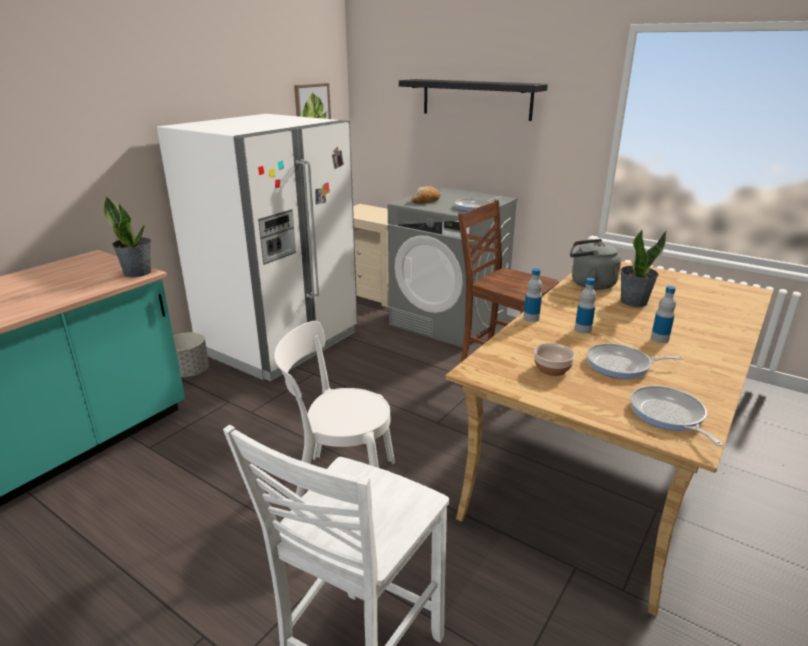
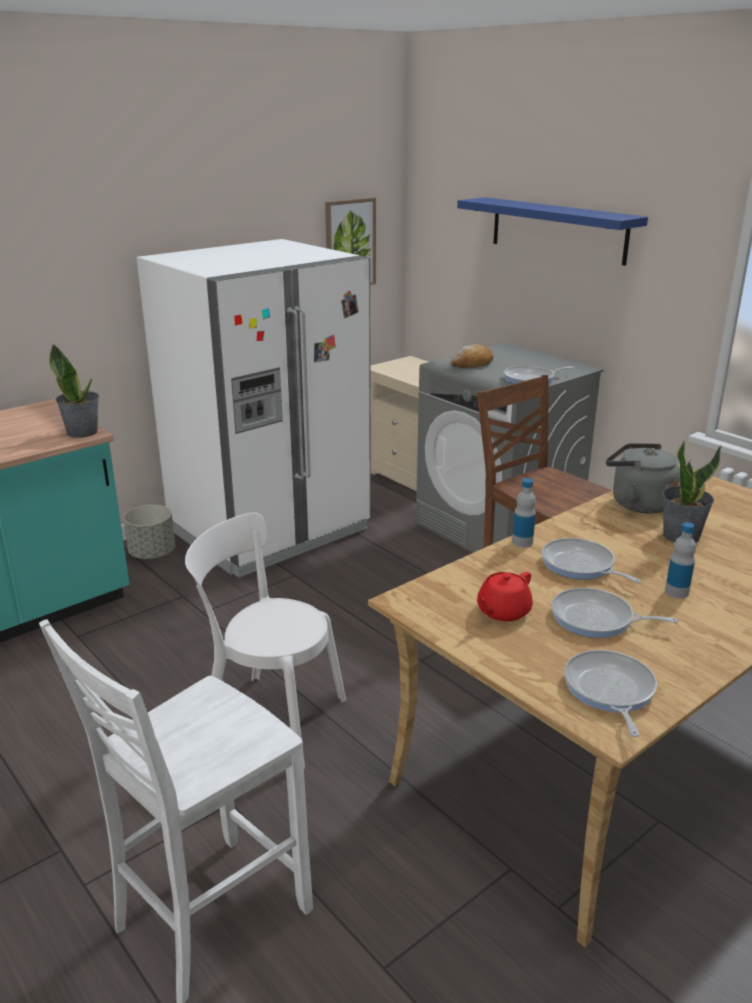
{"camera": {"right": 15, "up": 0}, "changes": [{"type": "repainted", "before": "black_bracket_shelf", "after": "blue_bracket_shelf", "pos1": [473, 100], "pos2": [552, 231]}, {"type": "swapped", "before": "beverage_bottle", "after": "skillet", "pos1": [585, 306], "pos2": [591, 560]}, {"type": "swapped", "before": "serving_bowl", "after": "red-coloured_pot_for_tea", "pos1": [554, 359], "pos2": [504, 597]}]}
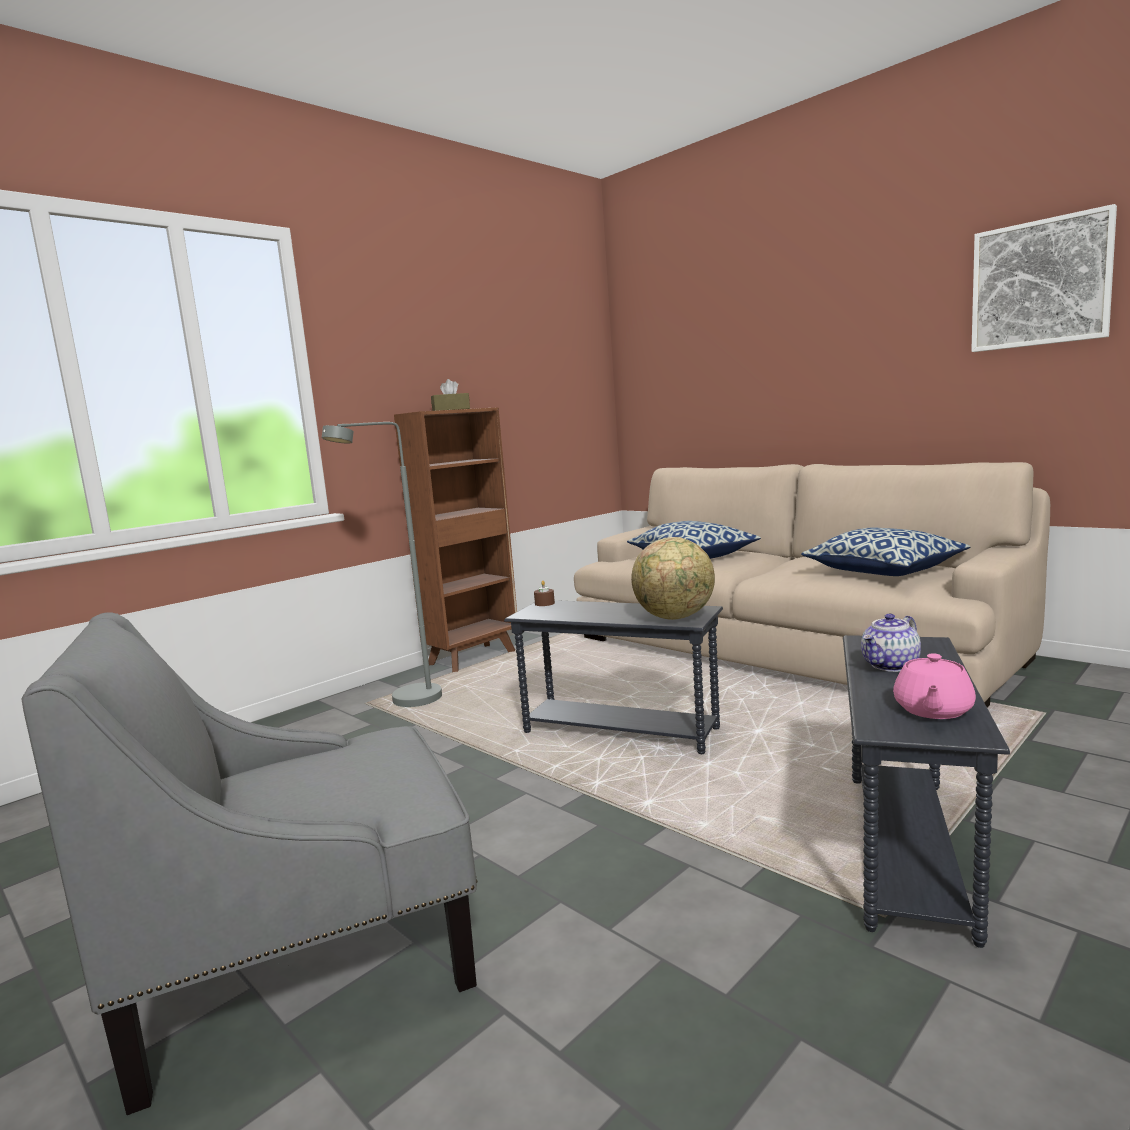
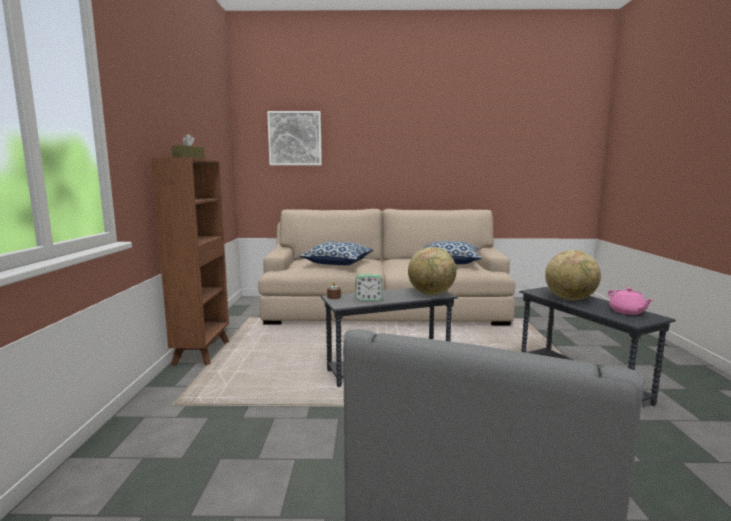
{"camera": {"right": -45, "up": 0}, "changes": [{"type": "shifted", "before": "picture", "pos1": [1044, 278], "pos2": [294, 138]}, {"type": "gone", "before": "greyish_standard_lamp", "pos1": [382, 564]}, {"type": "swapped", "before": "pot_for_tea", "after": "desk_globe", "pos1": [891, 642], "pos2": [573, 275]}, {"type": "new", "after": "bedside_clock", "pos2": [369, 287]}]}
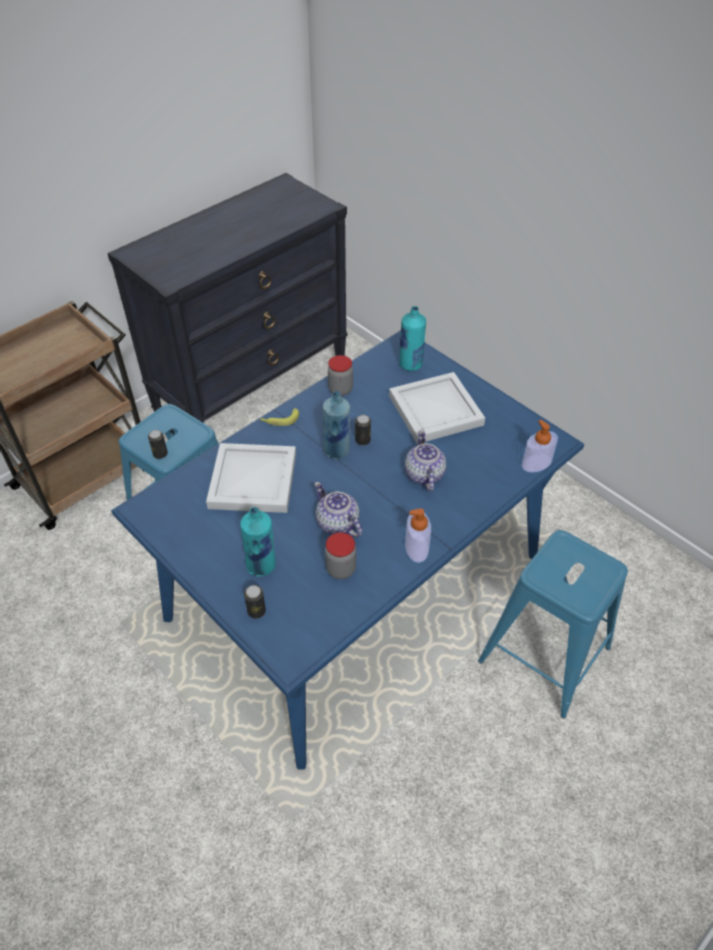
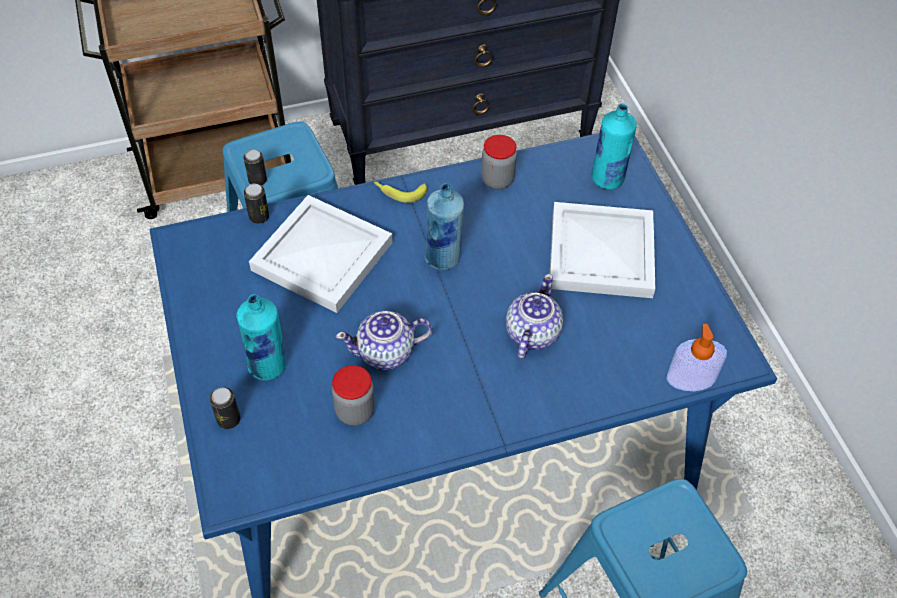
{"camera": {"right": 25, "up": 5}, "changes": [{"type": "shifted", "before": "can", "pos1": [363, 430], "pos2": [256, 204]}, {"type": "rotated", "before": "pot_for_tea", "pos1": [338, 509], "pos2": [383, 340], "turn": -90}, {"type": "gone", "before": "soap_bottle", "pos1": [418, 536]}]}
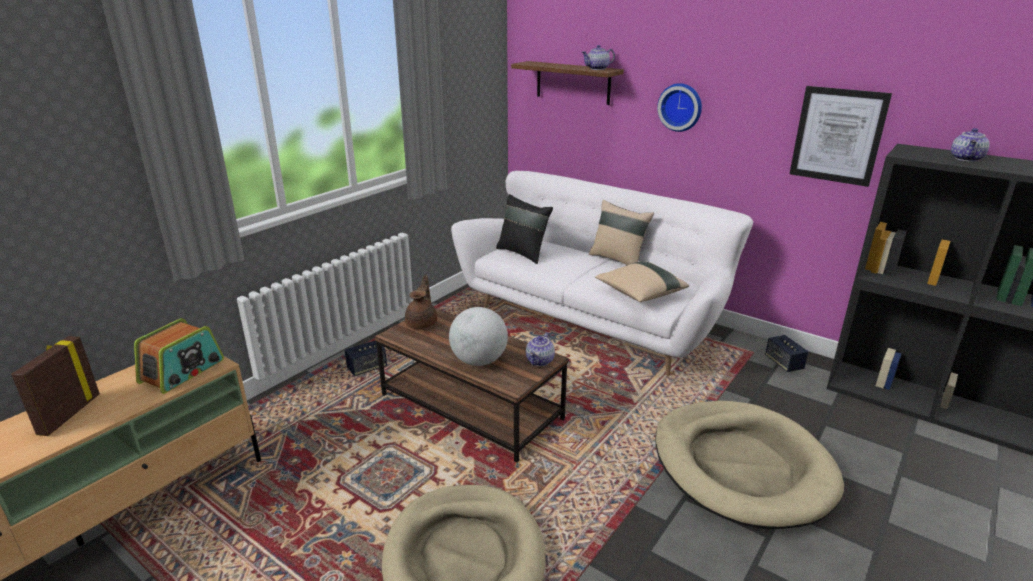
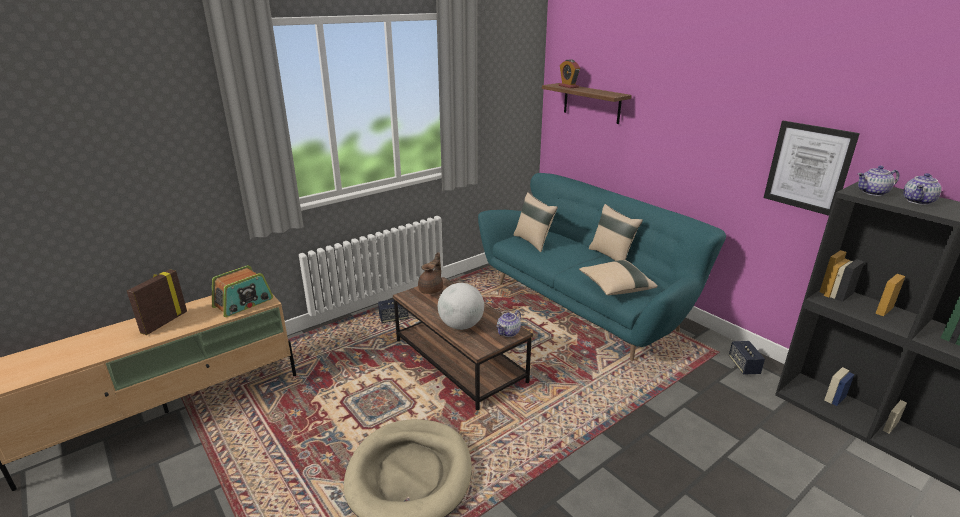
{"camera": {"right": 15, "up": 0}, "changes": [{"type": "shifted", "before": "pot_for_tea", "pos1": [598, 57], "pos2": [878, 181]}, {"type": "gone", "before": "hanging_clock", "pos1": [679, 107]}, {"type": "repainted", "before": "whitish_couch", "after": "blue-green_couch", "pos1": [602, 273], "pos2": [602, 267]}, {"type": "repainted", "before": "black_pillow", "after": "beige_pillow", "pos1": [524, 229], "pos2": [536, 222]}, {"type": "gone", "before": "beige_dog_bed", "pos1": [749, 465]}, {"type": "new", "after": "bedside_clock", "pos2": [569, 73]}]}
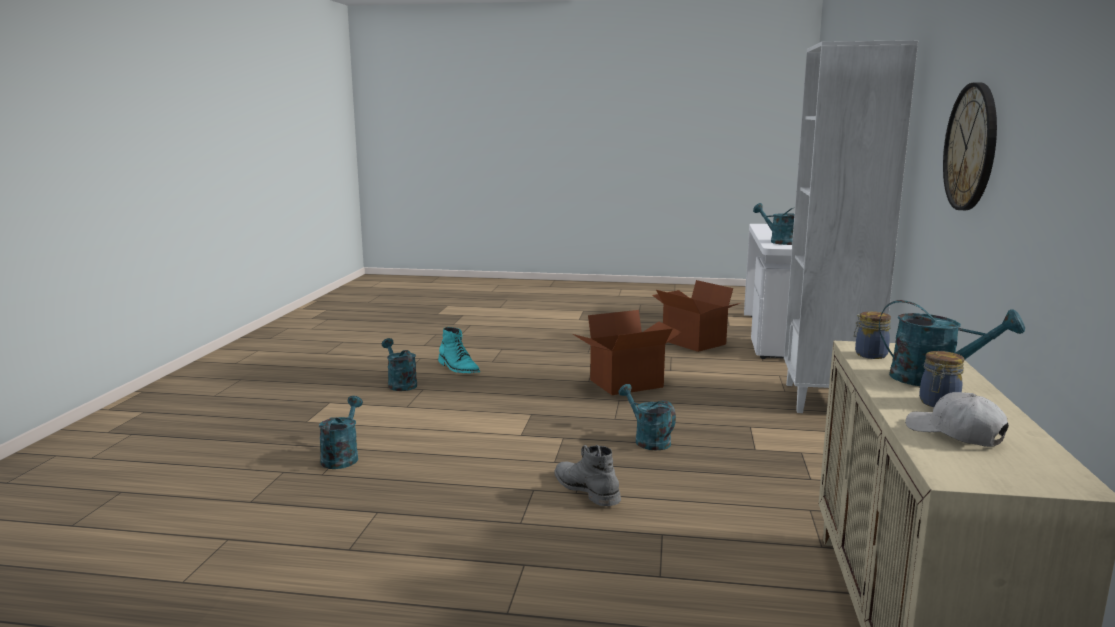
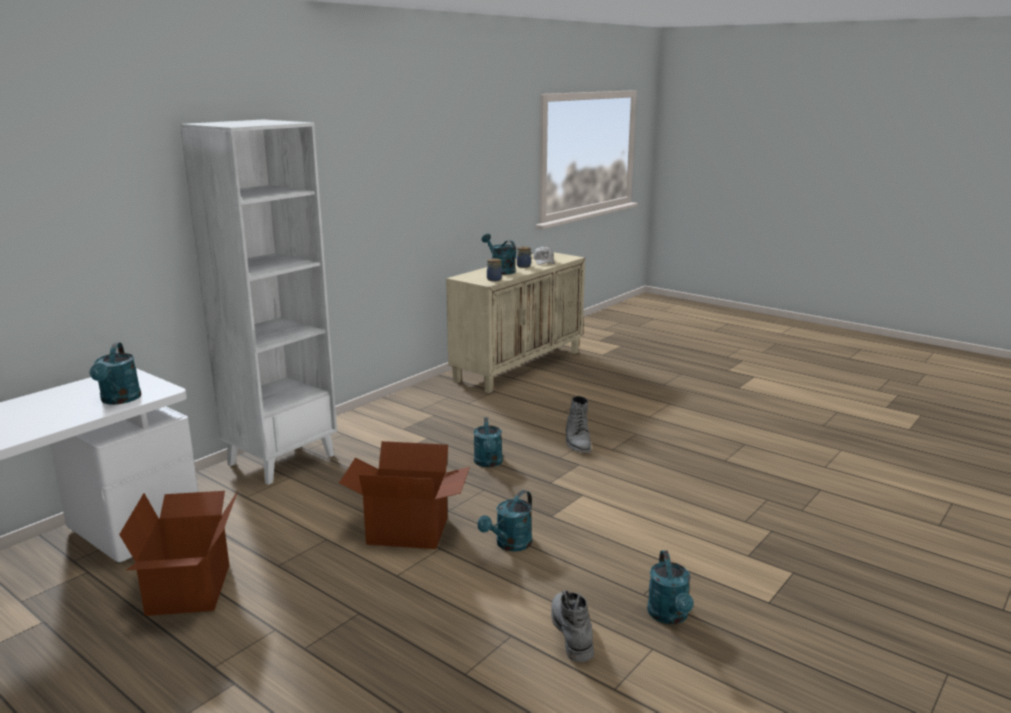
{"camera": {"right": -150, "up": 5}, "changes": [{"type": "gone", "before": "hanging_clock", "pos1": [970, 146]}, {"type": "repainted", "before": "blue-green_high-top_boot", "after": "greyish_high-top_boot", "pos1": [459, 350], "pos2": [572, 626]}, {"type": "shifted", "before": "blue-green_watering_can", "pos1": [341, 432], "pos2": [504, 521]}]}
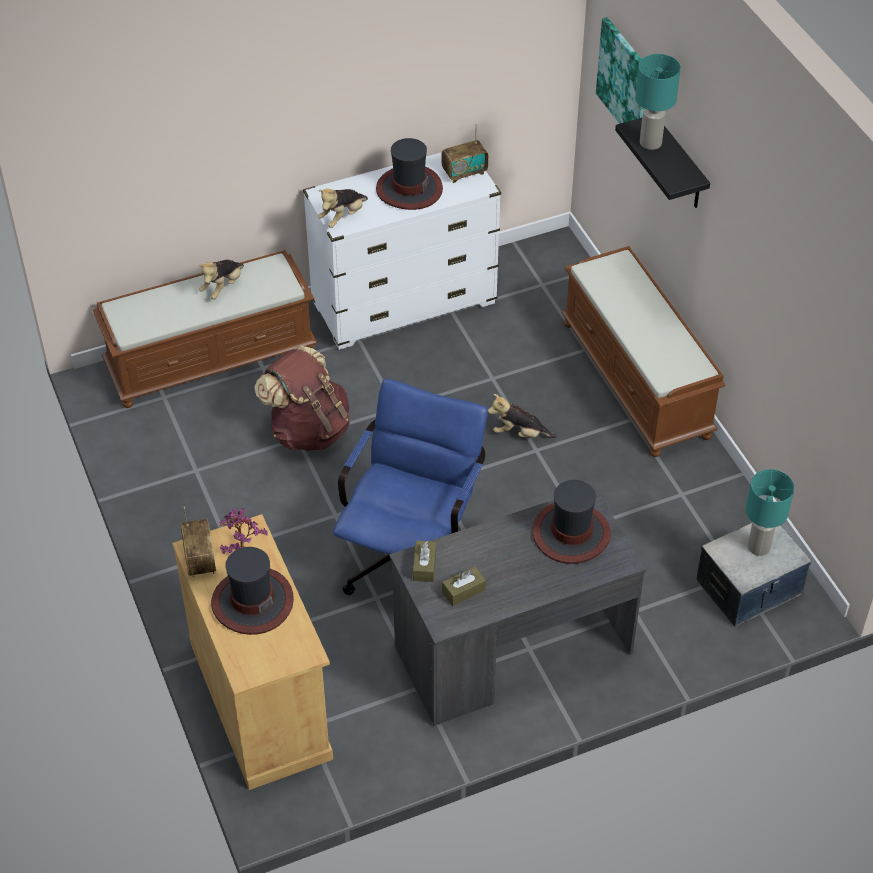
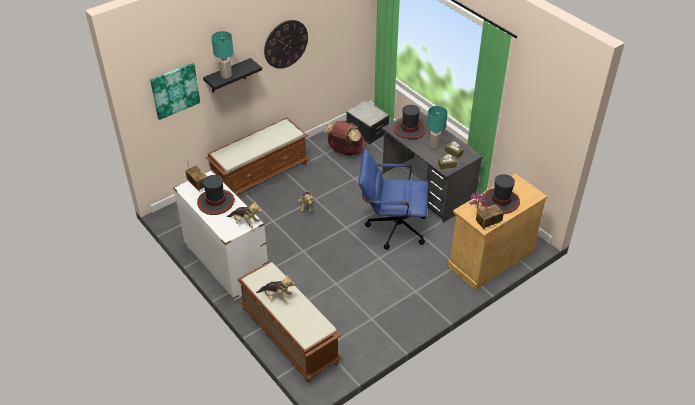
{"camera": {"right": -105, "up": -5}, "changes": [{"type": "shifted", "before": "brown_knapsack", "pos1": [302, 398], "pos2": [345, 138]}, {"type": "shifted", "before": "blue-green_table_lamp", "pos1": [770, 512], "pos2": [437, 128]}, {"type": "new", "after": "hanging_clock", "pos2": [286, 44]}]}
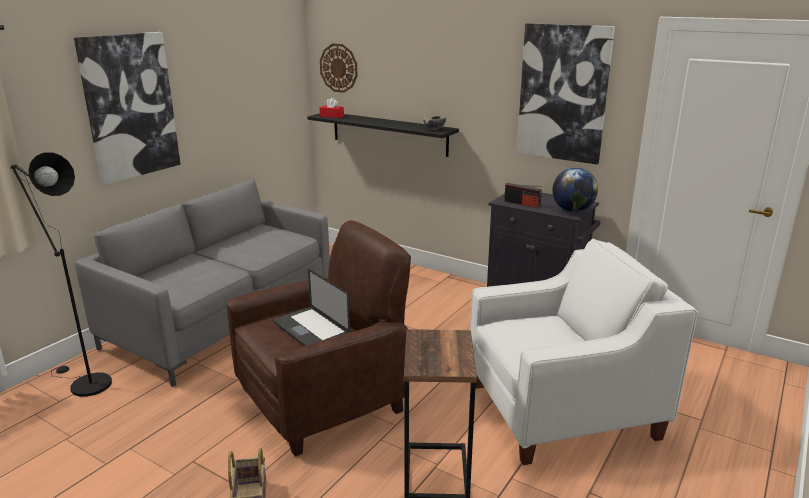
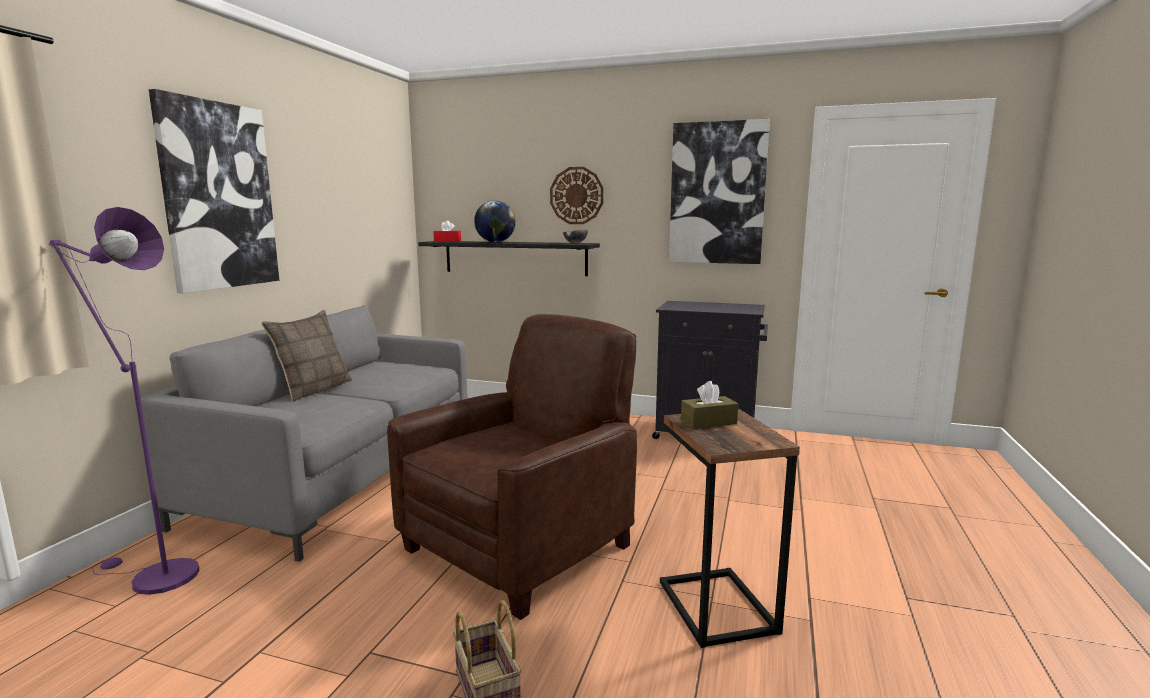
{"camera": {"right": -15, "up": -10}, "changes": [{"type": "shifted", "before": "hanging_clock", "pos1": [338, 68], "pos2": [577, 195]}, {"type": "repainted", "before": "black_standard_lamp", "after": "purple_standard_lamp", "pos1": [61, 274], "pos2": [124, 401]}, {"type": "shifted", "before": "desk_globe", "pos1": [575, 190], "pos2": [495, 221]}, {"type": "gone", "before": "radio_receiver", "pos1": [523, 195]}, {"type": "gone", "before": "whitish_easy_chair", "pos1": [584, 352]}, {"type": "gone", "before": "notebook_computer", "pos1": [312, 307]}, {"type": "new", "after": "pillow", "pos2": [306, 356]}, {"type": "new", "after": "brown_tissue_holder", "pos2": [709, 405]}]}
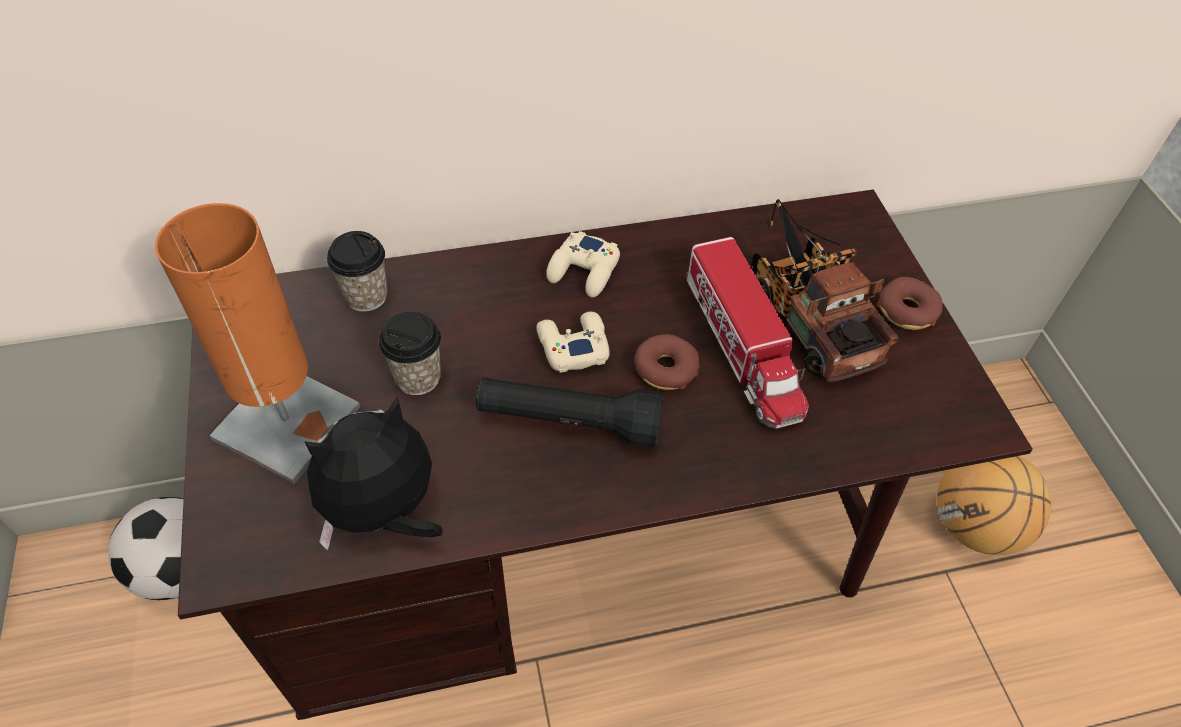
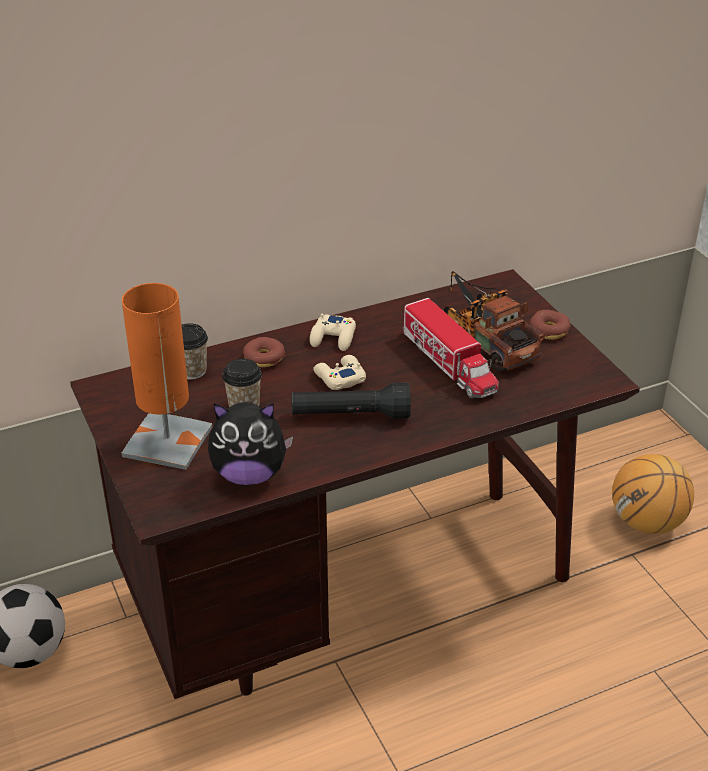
{"camera": {"right": -10, "up": -15}, "changes": [{"type": "shifted", "before": "donut", "pos1": [667, 362], "pos2": [264, 352]}, {"type": "rotated", "before": "plush_toy", "pos1": [373, 473], "pos2": [250, 443], "turn": -135}]}
